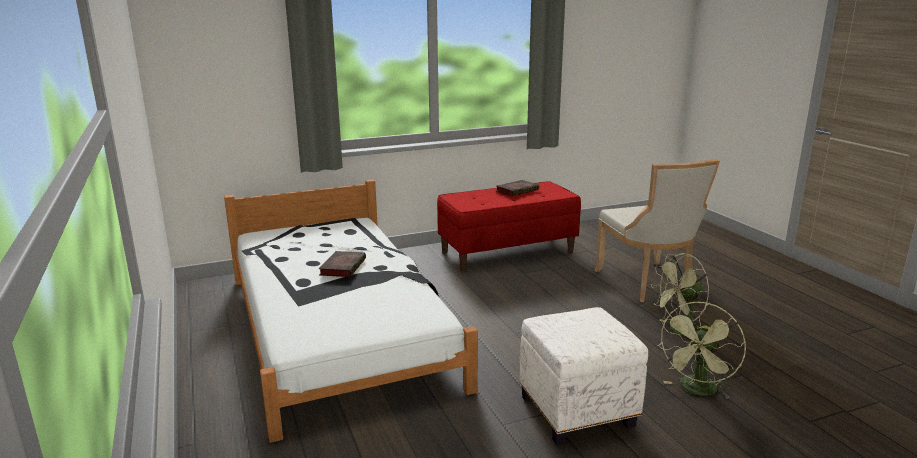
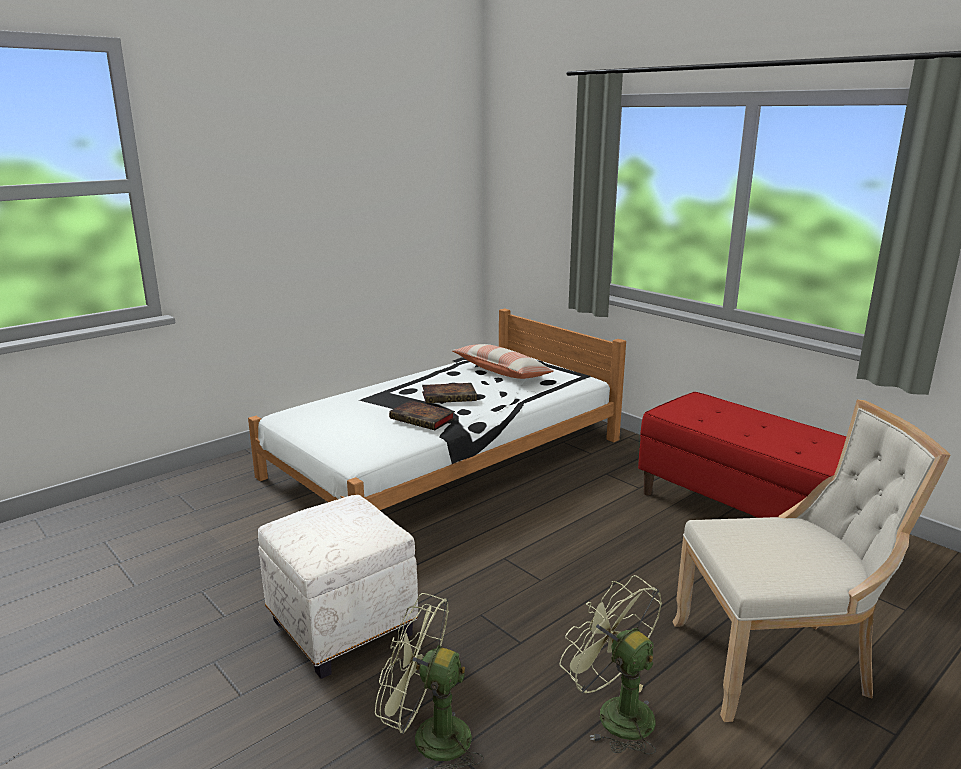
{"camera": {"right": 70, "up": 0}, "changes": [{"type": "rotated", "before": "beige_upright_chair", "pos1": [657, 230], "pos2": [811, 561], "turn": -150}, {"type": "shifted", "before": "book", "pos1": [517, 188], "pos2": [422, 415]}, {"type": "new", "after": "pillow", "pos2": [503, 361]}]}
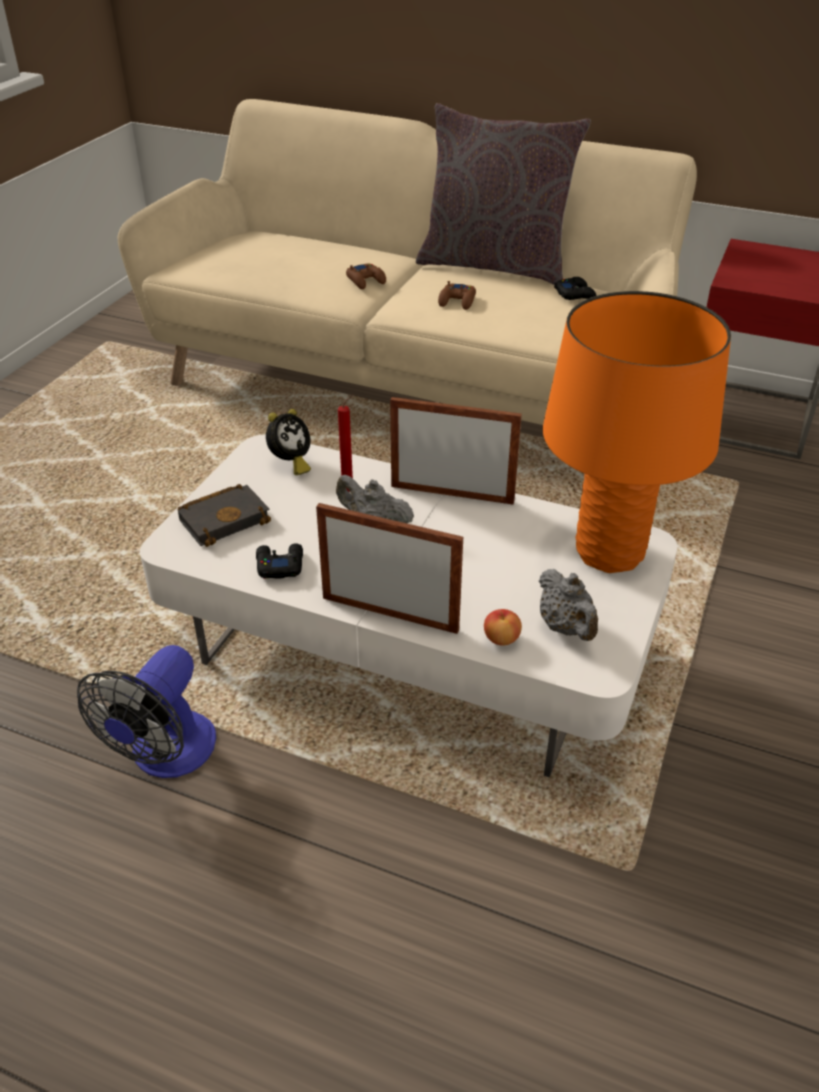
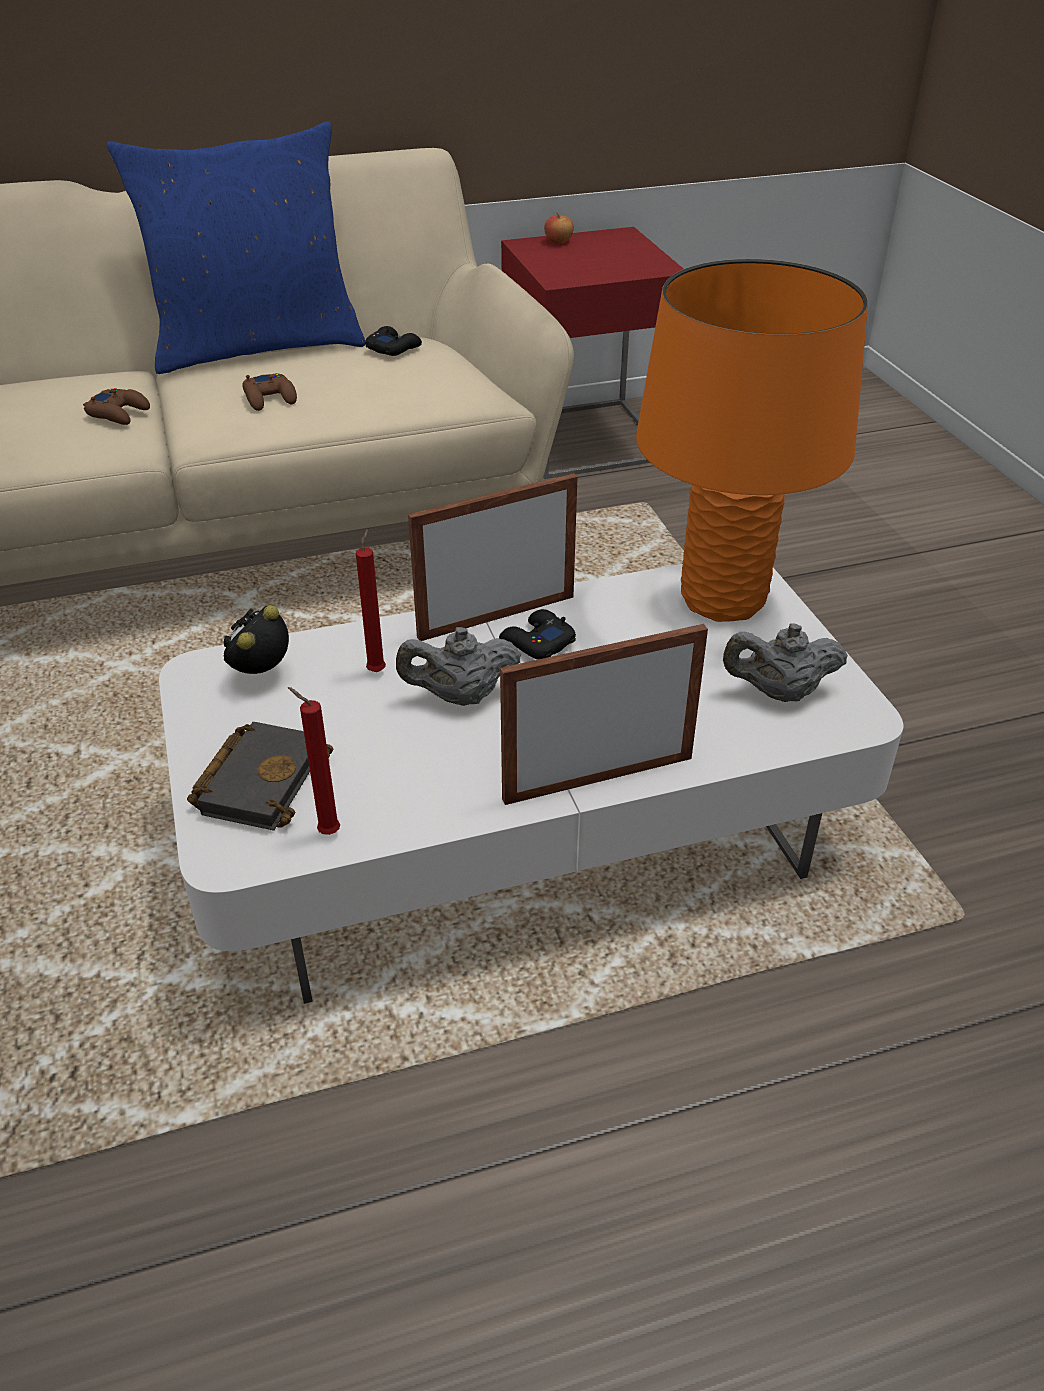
{"camera": {"right": -40, "up": 0}, "changes": [{"type": "repainted", "before": "greyish_pillow", "after": "blue_pillow", "pos1": [503, 194], "pos2": [236, 247]}, {"type": "rotated", "before": "bedside_clock", "pos1": [288, 442], "pos2": [256, 639], "turn": -150}, {"type": "shifted", "before": "black_game_controller", "pos1": [279, 561], "pos2": [537, 634]}, {"type": "rotated", "before": "greyish_pot_for_tea", "pos1": [568, 605], "pos2": [785, 662], "turn": 150}, {"type": "shifted", "before": "whole_apple", "pos1": [503, 627], "pos2": [559, 228]}, {"type": "gone", "before": "cooling_fan", "pos1": [146, 711]}, {"type": "new", "after": "red-coloured_candle", "pos2": [314, 761]}]}
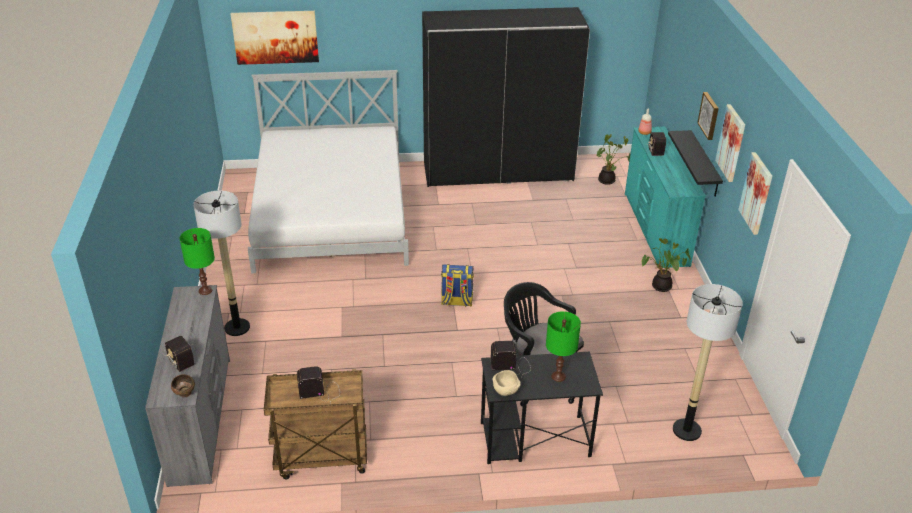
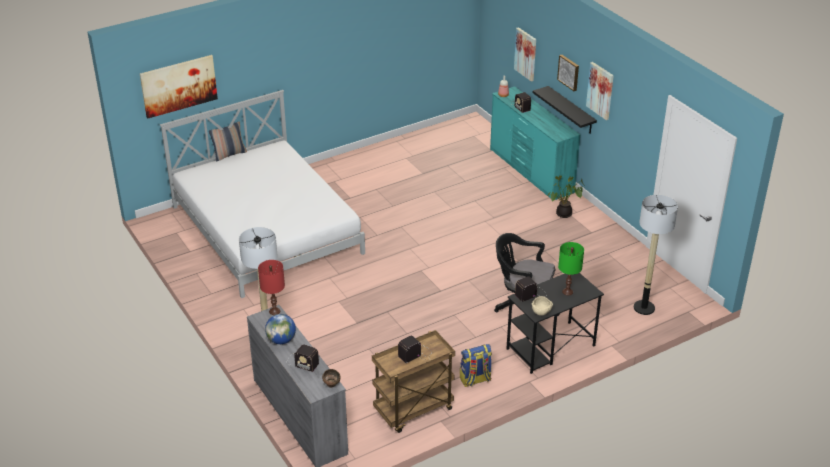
{"camera": {"right": -25, "up": 0}, "changes": [{"type": "gone", "before": "black_wardrobe", "pos1": [506, 97]}, {"type": "gone", "before": "houseplant", "pos1": [613, 159]}, {"type": "shifted", "before": "picture", "pos1": [755, 193], "pos2": [525, 54]}, {"type": "repainted", "before": "green_table_lamp", "after": "red-coloured_table_lamp", "pos1": [197, 261], "pos2": [271, 287]}, {"type": "shifted", "before": "knapsack", "pos1": [457, 285], "pos2": [476, 365]}, {"type": "new", "after": "pillow", "pos2": [228, 141]}, {"type": "new", "after": "desk_globe", "pos2": [280, 329]}]}
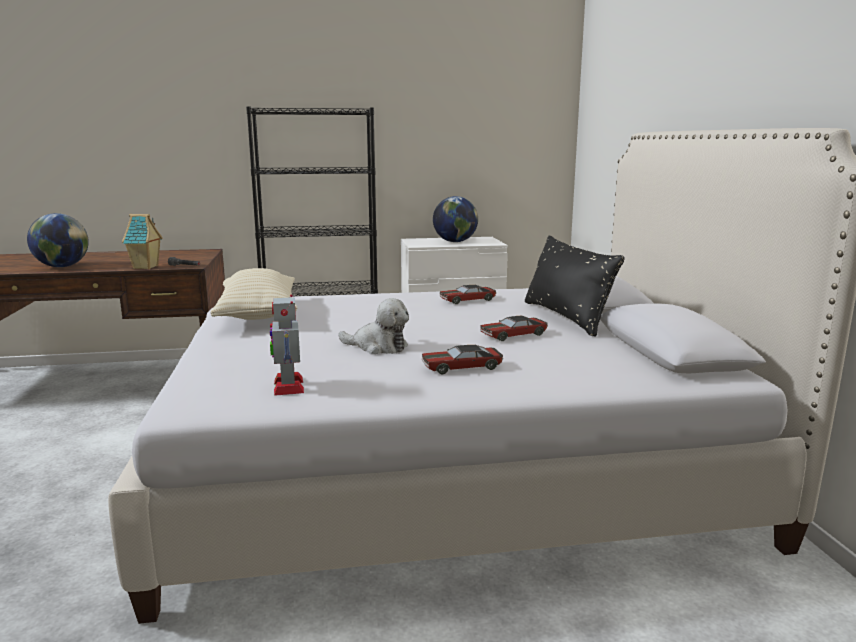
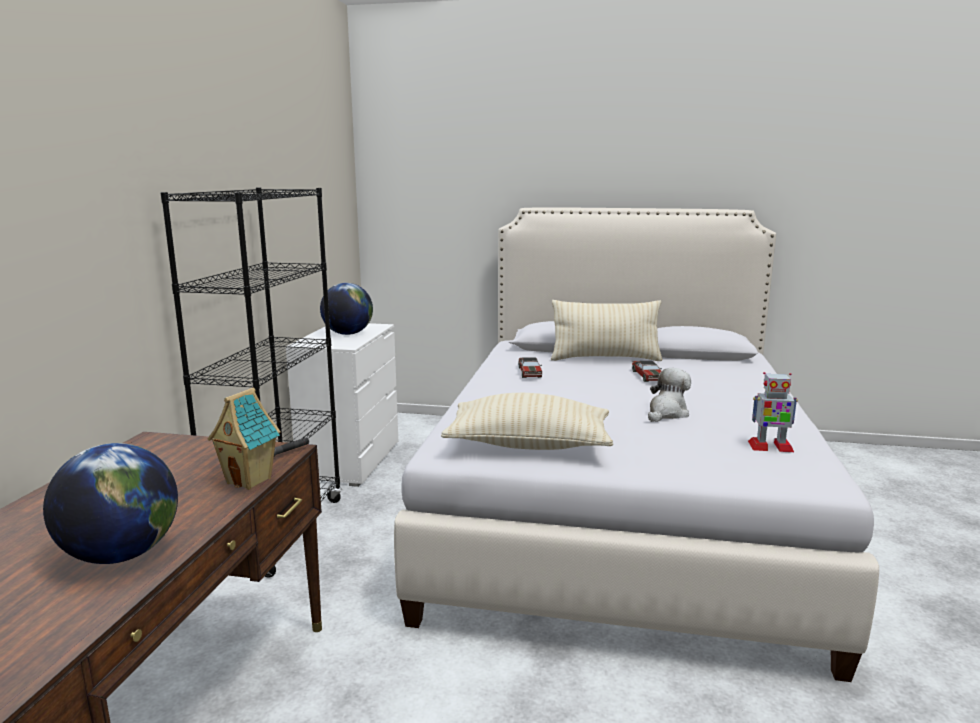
{"camera": {"right": -70, "up": 0}, "changes": [{"type": "repainted", "before": "black_pillow", "after": "beige_pillow", "pos1": [575, 286], "pos2": [607, 330]}, {"type": "gone", "before": "model_car", "pos1": [462, 359]}]}
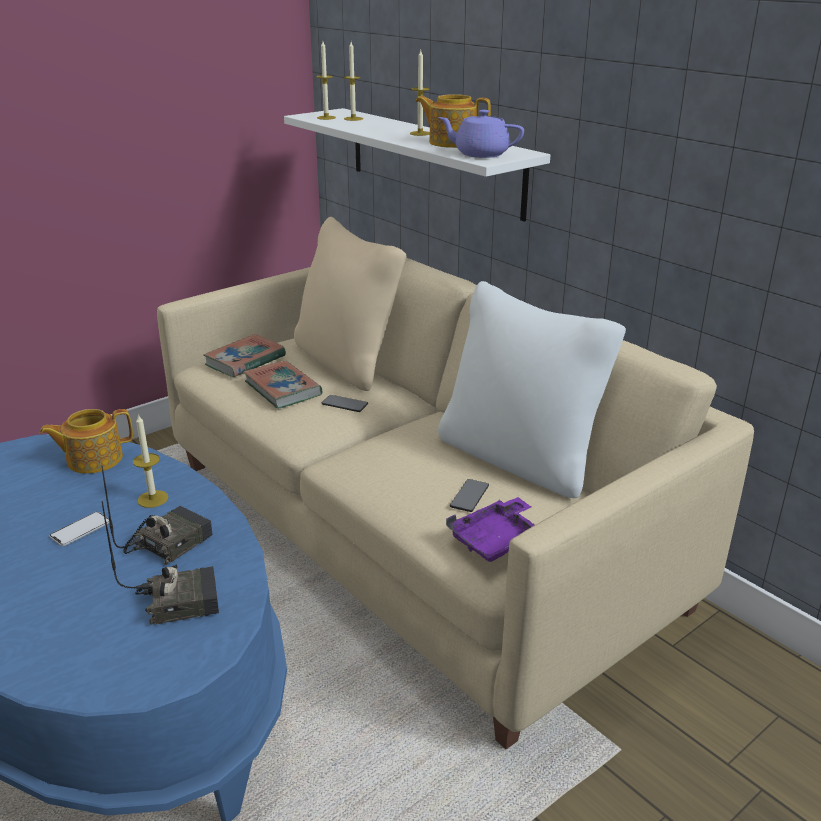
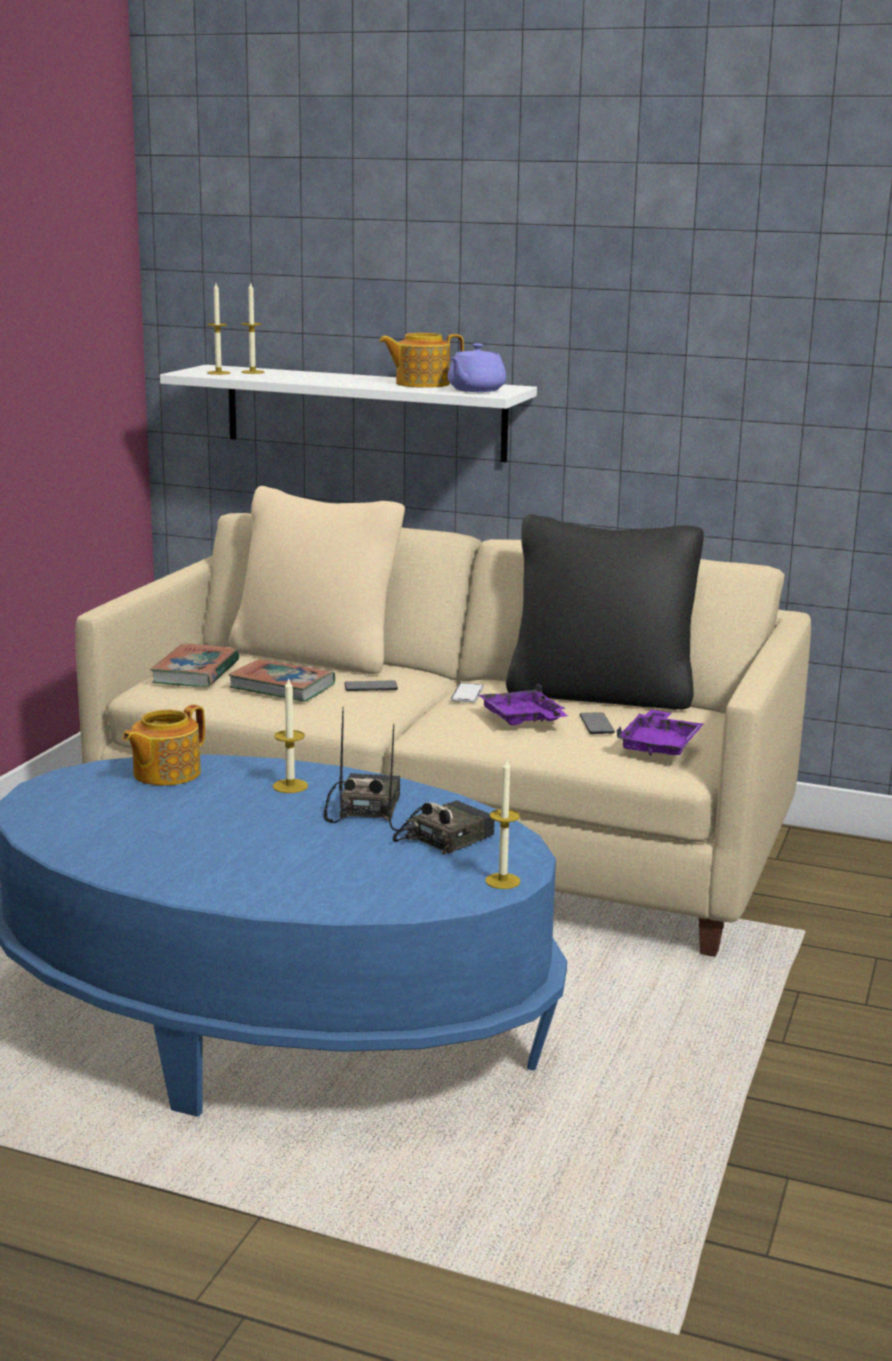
{"camera": {"right": -30, "up": -10}, "changes": [{"type": "shifted", "before": "candle", "pos1": [420, 93], "pos2": [502, 824]}, {"type": "rotated", "before": "purple_pot_for_tea", "pos1": [481, 134], "pos2": [477, 367], "turn": -45}, {"type": "repainted", "before": "whitish_pillow", "after": "black_pillow", "pos1": [532, 389], "pos2": [605, 612]}, {"type": "shifted", "before": "handset", "pos1": [79, 529], "pos2": [467, 693]}, {"type": "new", "after": "purple_carrying_tray", "pos2": [523, 704]}]}
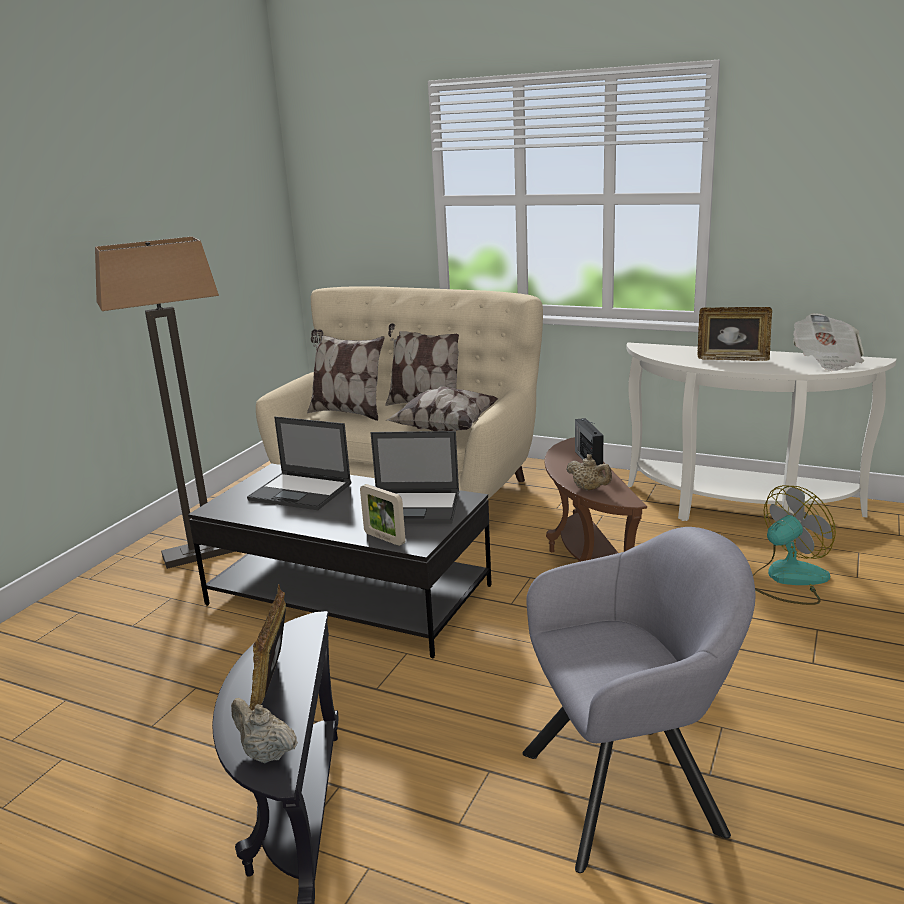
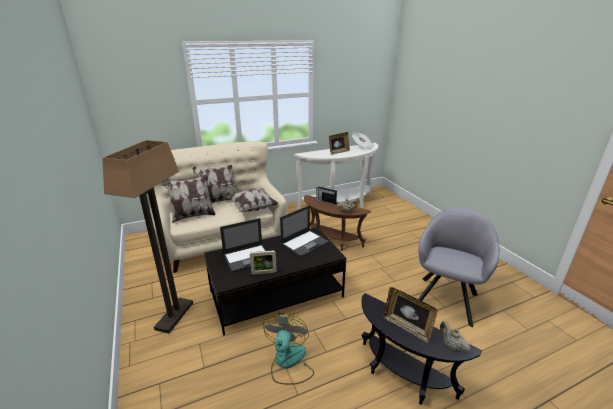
{"camera": {"right": -50, "up": 5}, "changes": [{"type": "shifted", "before": "standing_frame", "pos1": [382, 515], "pos2": [263, 262]}, {"type": "shifted", "before": "cooling_fan", "pos1": [794, 545], "pos2": [288, 349]}, {"type": "rotated", "before": "beige_pot_for_tea", "pos1": [264, 730], "pos2": [455, 336], "turn": 75}]}
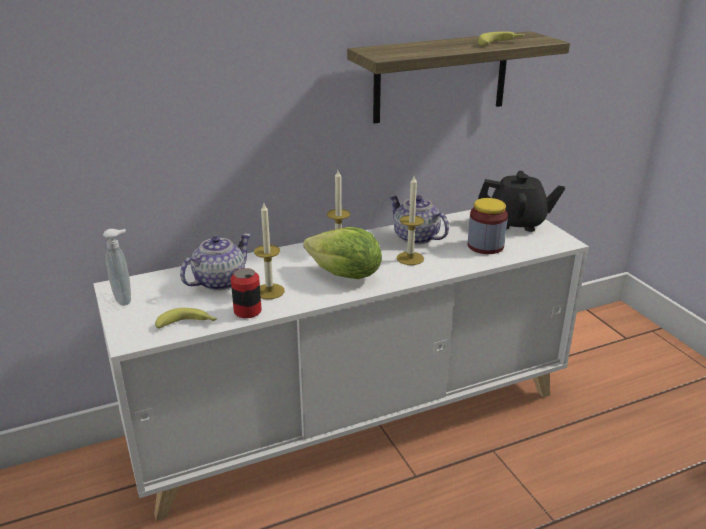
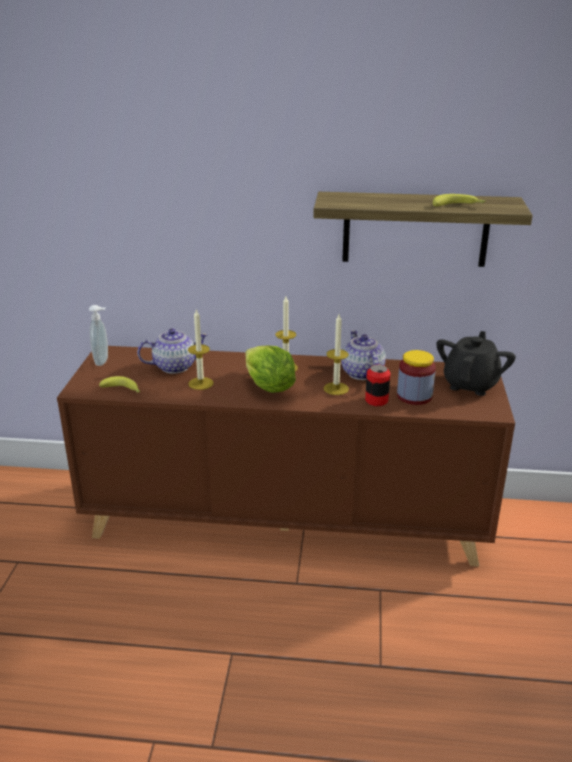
{"camera": {"right": 30, "up": 0}, "changes": [{"type": "rotated", "before": "black_pot_for_tea", "pos1": [521, 201], "pos2": [476, 363], "turn": -105}, {"type": "repainted", "before": "whitish_cupboard", "after": "brown_cupboard", "pos1": [341, 365], "pos2": [286, 456]}, {"type": "shifted", "before": "can", "pos1": [246, 293], "pos2": [377, 385]}]}
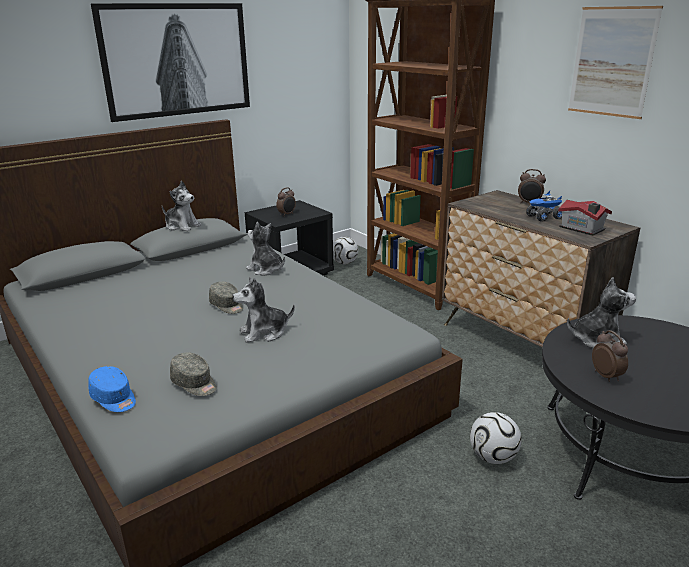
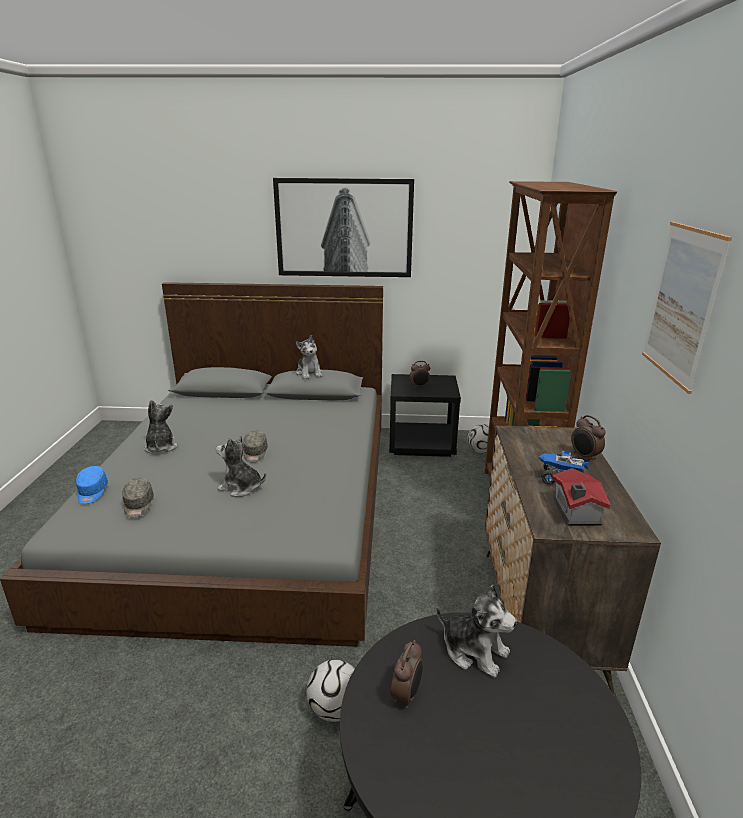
{"camera": {"right": 40, "up": 0}, "changes": [{"type": "shifted", "before": "plush_toy", "pos1": [265, 249], "pos2": [161, 427]}]}
